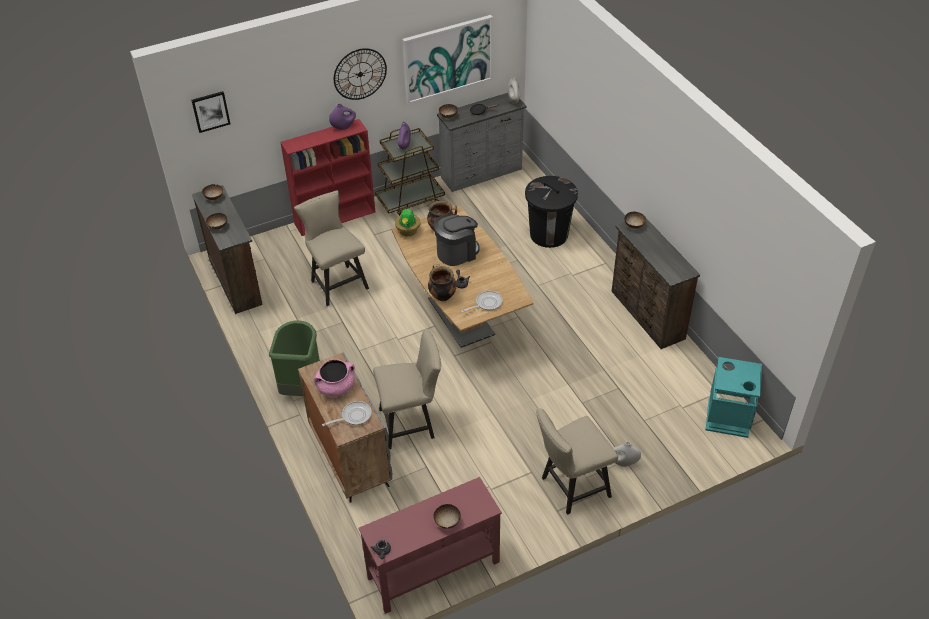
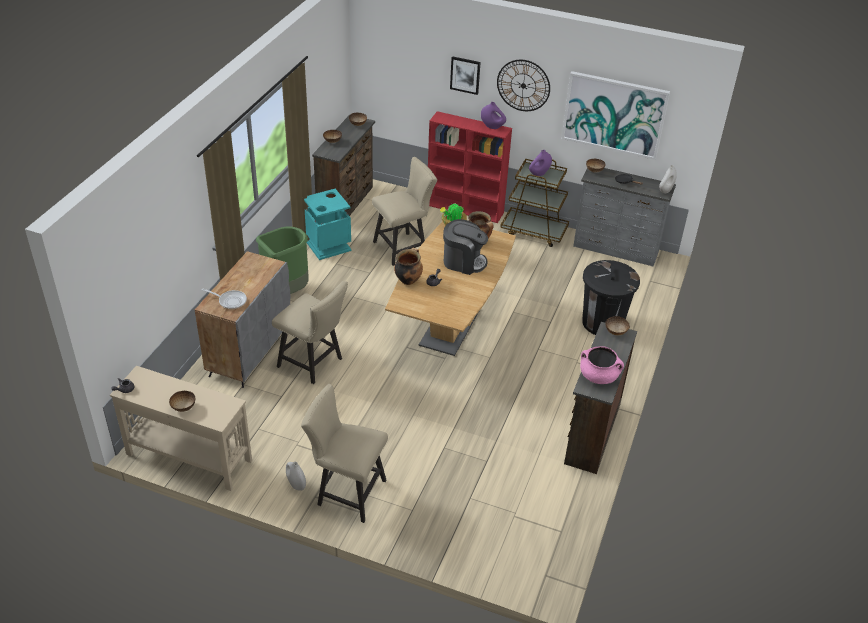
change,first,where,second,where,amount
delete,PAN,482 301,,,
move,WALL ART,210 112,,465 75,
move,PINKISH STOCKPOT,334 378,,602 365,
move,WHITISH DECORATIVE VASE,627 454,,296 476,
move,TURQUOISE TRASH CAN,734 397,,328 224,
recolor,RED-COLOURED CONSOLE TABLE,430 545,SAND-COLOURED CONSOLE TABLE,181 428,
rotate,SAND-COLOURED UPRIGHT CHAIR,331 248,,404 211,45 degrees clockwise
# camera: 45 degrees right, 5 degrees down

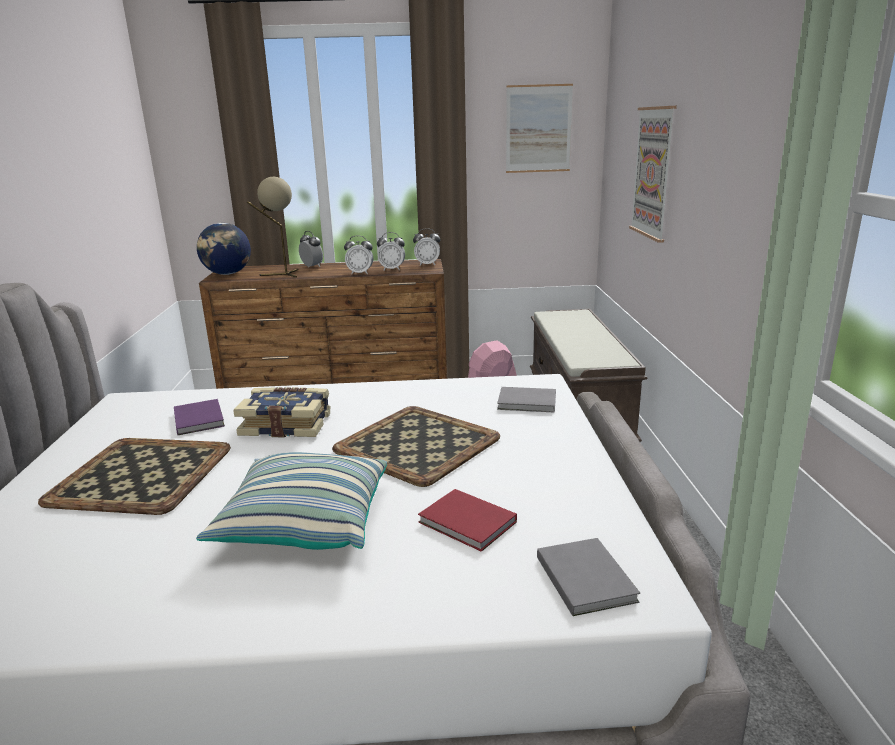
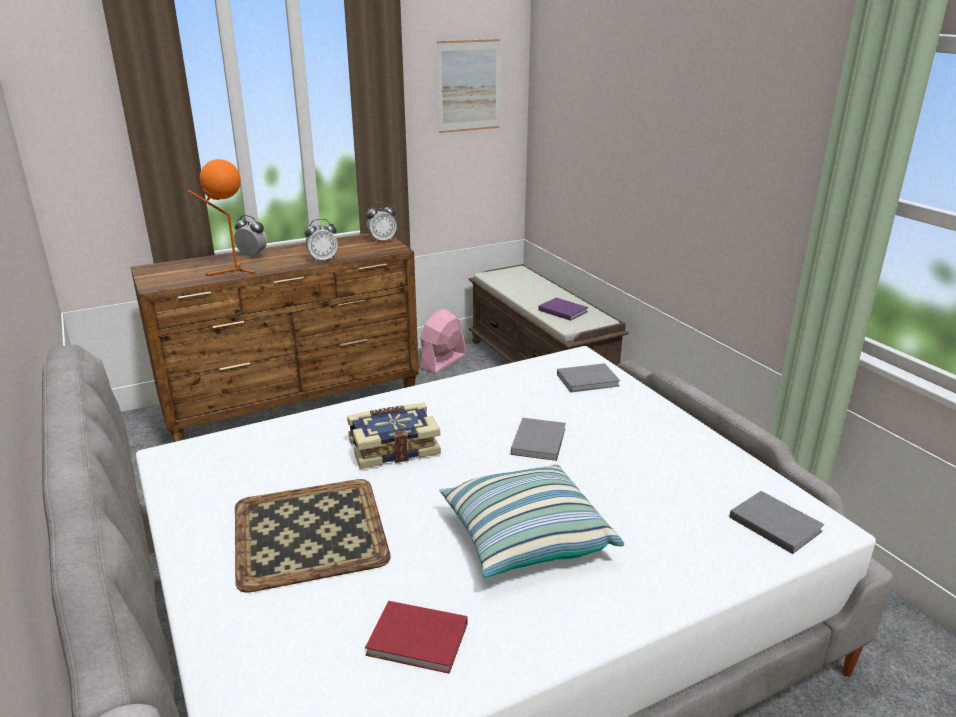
change,first,where,second,where,amount
delete,WORLD GLOBE,224 249,,,
delete,BEDSIDE CLOCK,391 251,,,
delete,WALL ART,653 174,,,
move,PURPLISH BOUND BOOK,199 417,,563 309,
move,RED-COLOURED BOUND BOOK,467 520,,416 637,
replace,TRAY,416 446,GREY BOUND BOOK,538 439,
recolor,SAND-COLOURED TABLE LAMP,272 227,ORANGE TABLE LAMP,222 217,
# camera: 25 degrees left, 5 degrees up

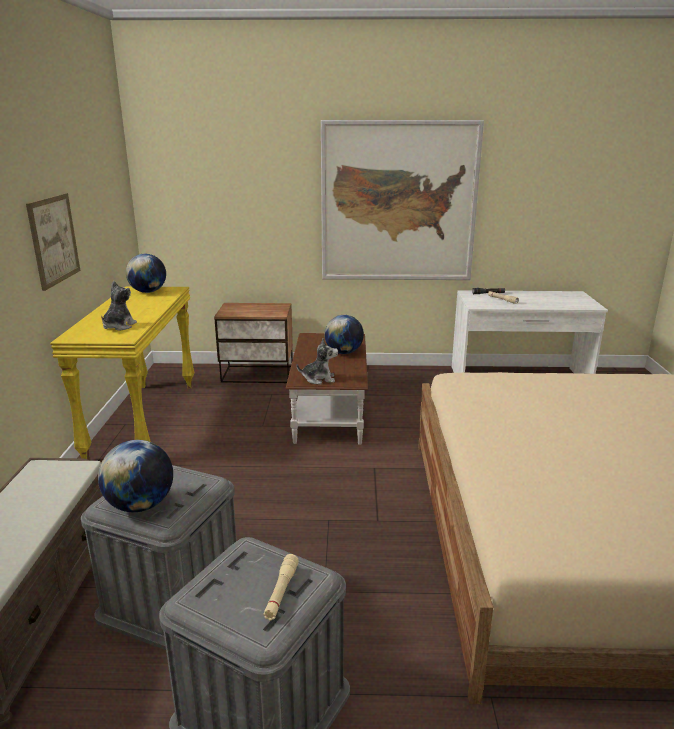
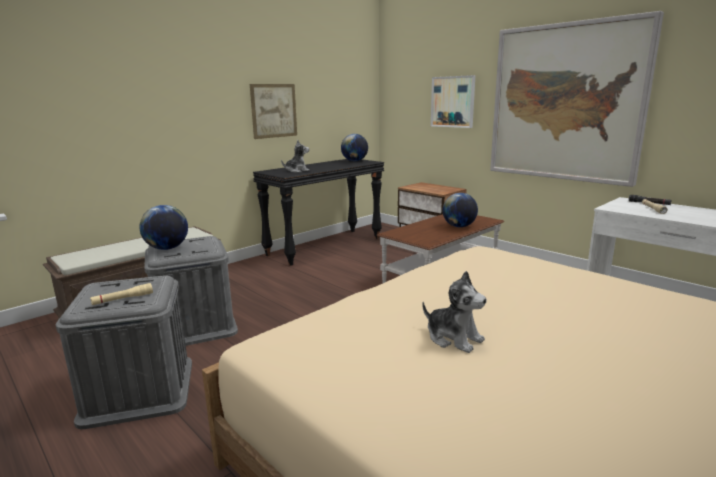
change,first,where,second,where,amount
insert,,,WALL ART,453 101,
move,CUDDLY TOY,317 361,,454 312,
recolor,YELLOWISH CONSOLE TABLE,122 373,BLACK CONSOLE TABLE,318 212,
# camera: 45 degrees right, 5 degrees down

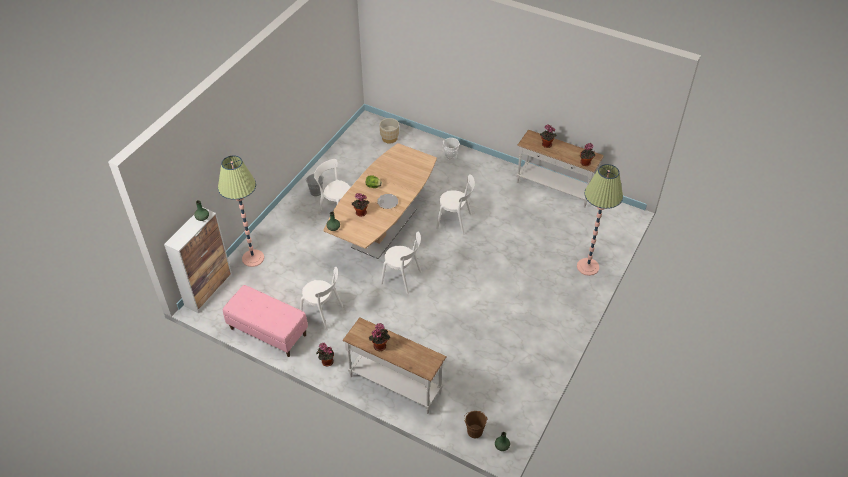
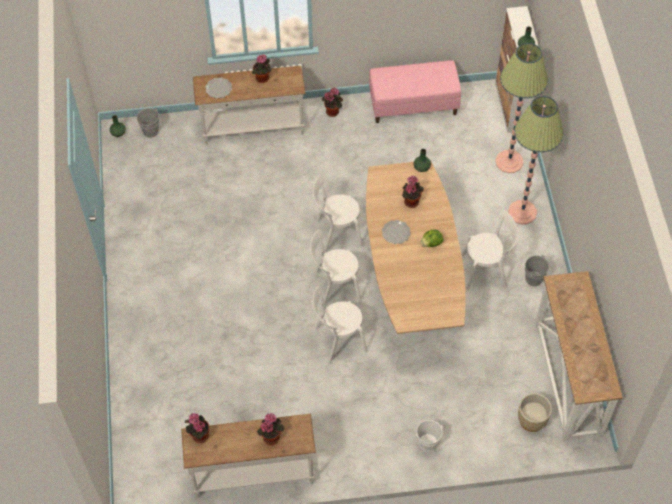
change,first,where,second,where,amount
insert,,,DINNER PLATE,218 87,
insert,,,CONSOLE TABLE,579 356,
move,WHITISH UPRIGHT CHAIR,321 299,,336 269,
move,STANDARD LAMP,600 220,,536 160,
recolor,BROWNISH BUCKET,476 424,GREY BUCKET,150 123,
# camera: 145 degrees right, 10 degrees up

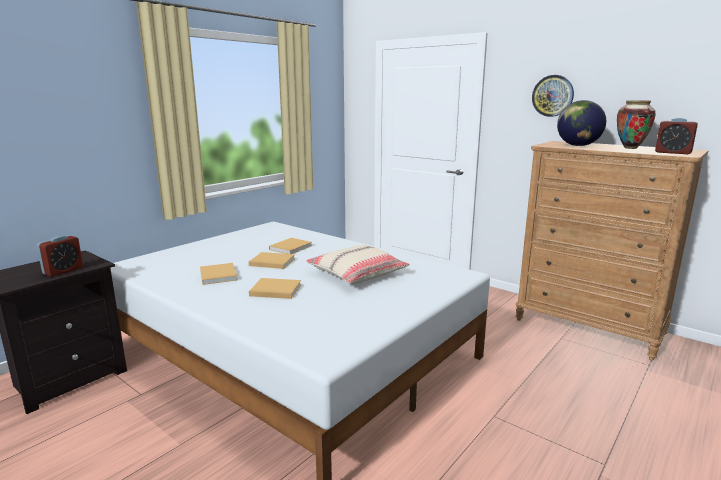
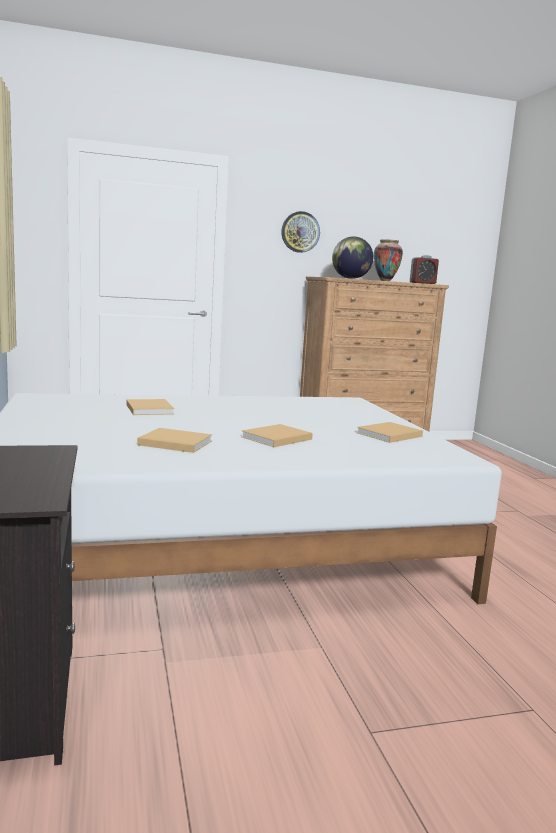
change,first,where,second,where,amount
delete,BEDSIDE CLOCK,59 256,,,
delete,SAND-COLOURED THROW PILLOW,358 264,,,
move,SAND-COLOURED BOUND BOOK,272 260,,389 432,
# camera: 55 degrees left, 5 degrees down

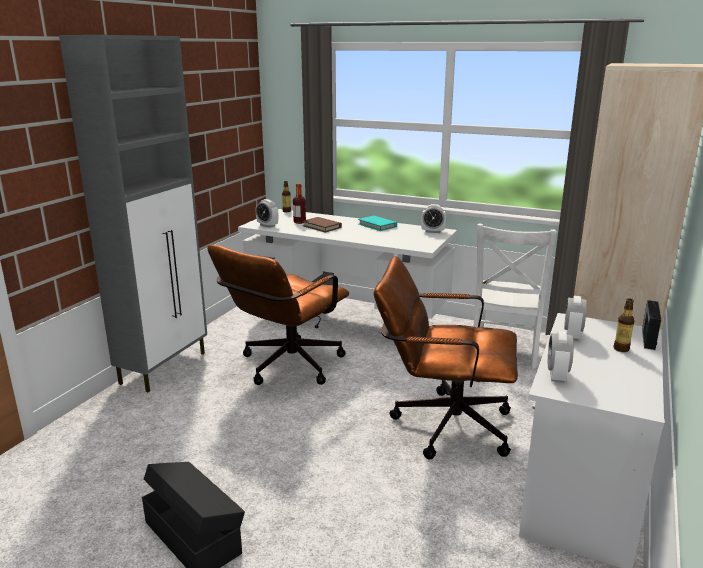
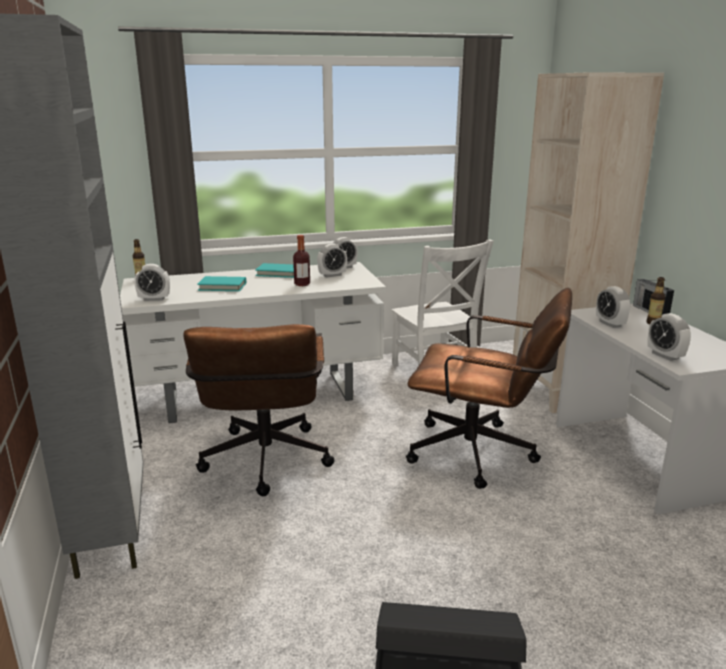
change,first,where,second,where,amount
insert,,,BEDSIDE CLOCK,332 261,
move,DRINK BOTTLE,299 203,,301 260,
recolor,BROWNISH BOUND BOOK,322 224,TURQUOISE BOUND BOOK,221 283,
rotate,BROWNISH OFFICE CHAIR,446 357,,489 388,135 degrees counterclockwise
# camera: 40 degrees left, 0 degrees up

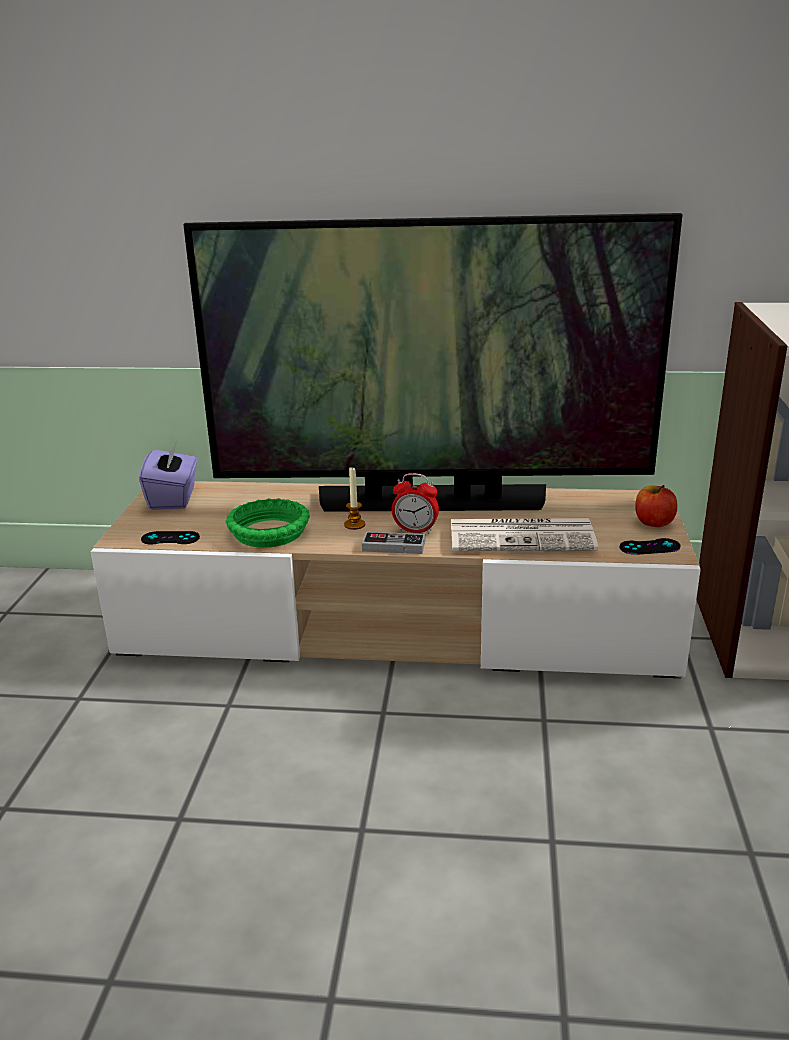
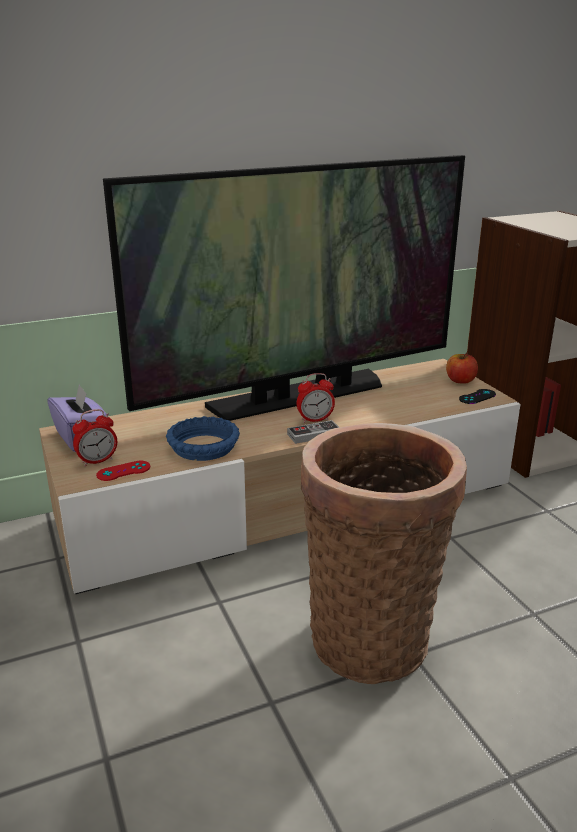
change,first,where,second,where,amount
delete,WAX LIGHT,354 498,,,
delete,PRINTED PAPER,524 534,,,
insert,,,BEDSIDE CLOCK,94 437,
insert,,,BASKET,384 553,
recolor,BLACK GAMEPAD,170 538,RED-COLOURED GAMEPAD,123 471,
recolor,GREEN BOWL,267 523,BLUISH BOWL,203 438,
# camera: 30 degrees left, 0 degrees up

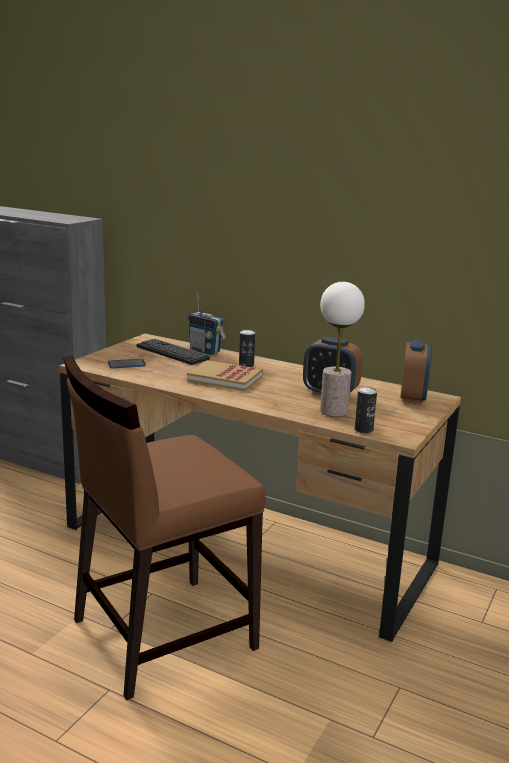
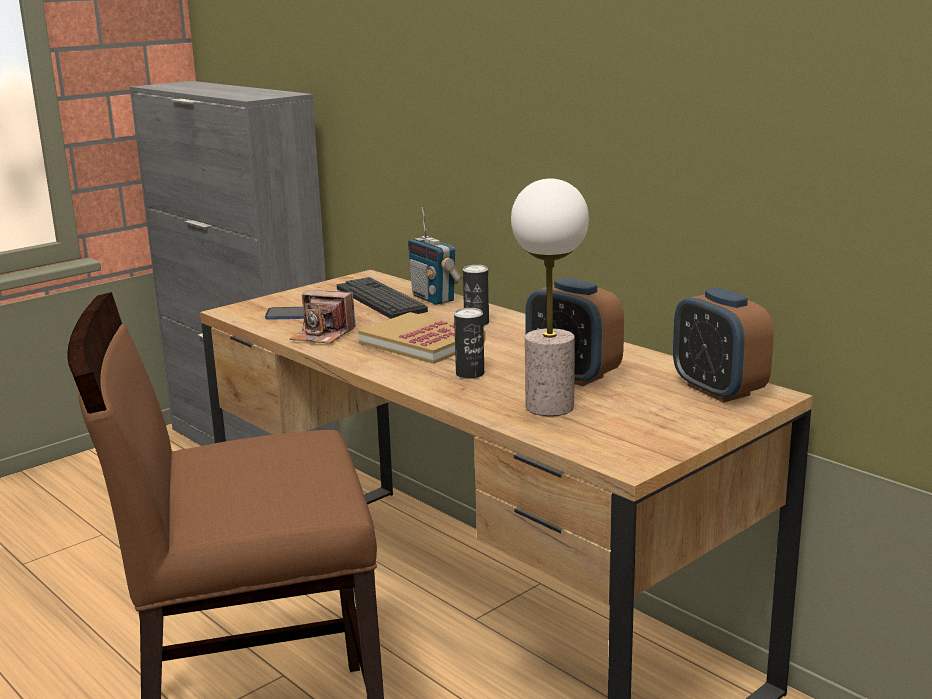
change,first,where,second,where,amount
insert,,,STILL CAMERA,322 317,
move,SEALED CAN,366 410,,469 343,
rotate,BEDSIDE CLOCK,416 371,,723 345,120 degrees clockwise
# camera: 20 degrees right, 0 degrees up

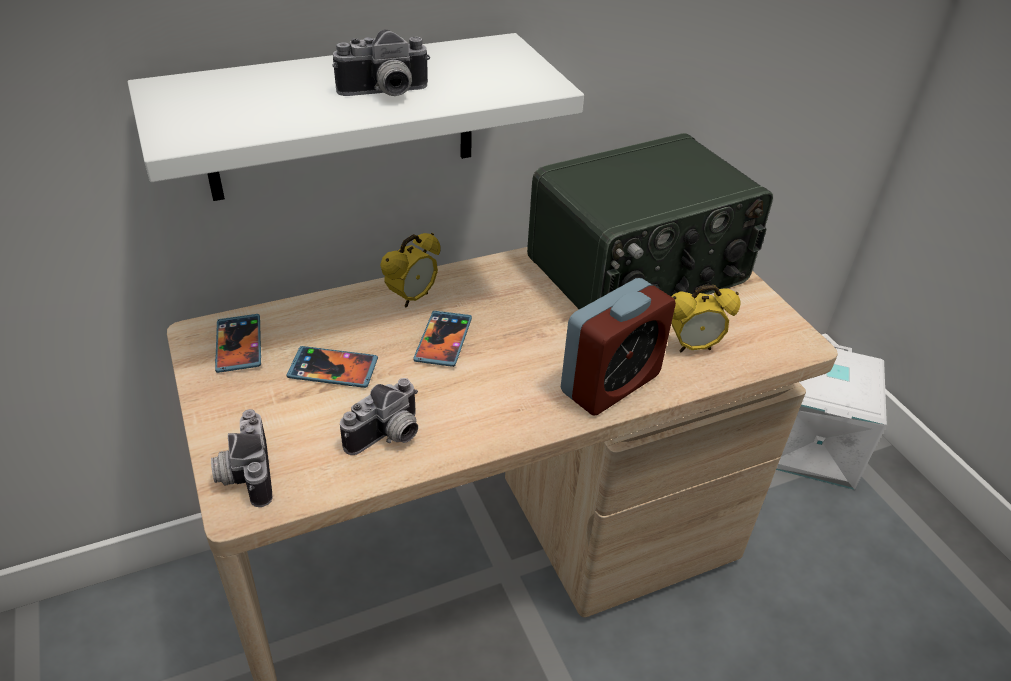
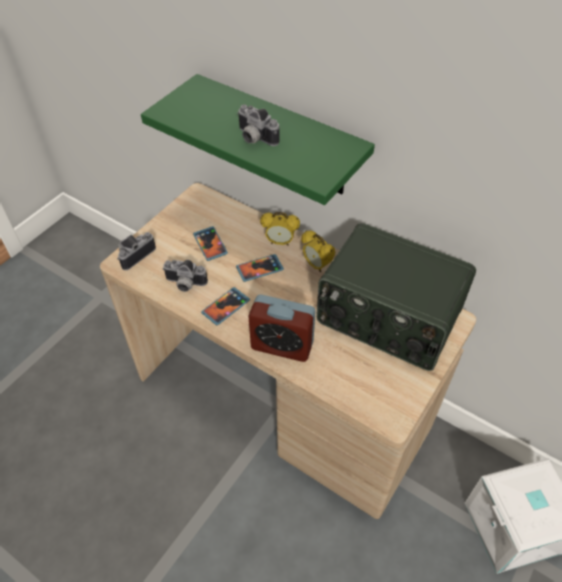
change,first,where,second,where,amount
move,PHONE,238 343,,225 306,
move,BEDSIDE CLOCK,705 318,,318 251,
recolor,WHITISH WALL SHELF,356 117,GREEN WALL SHELF,258 139,
# camera: 60 degrees right, 10 degrees up

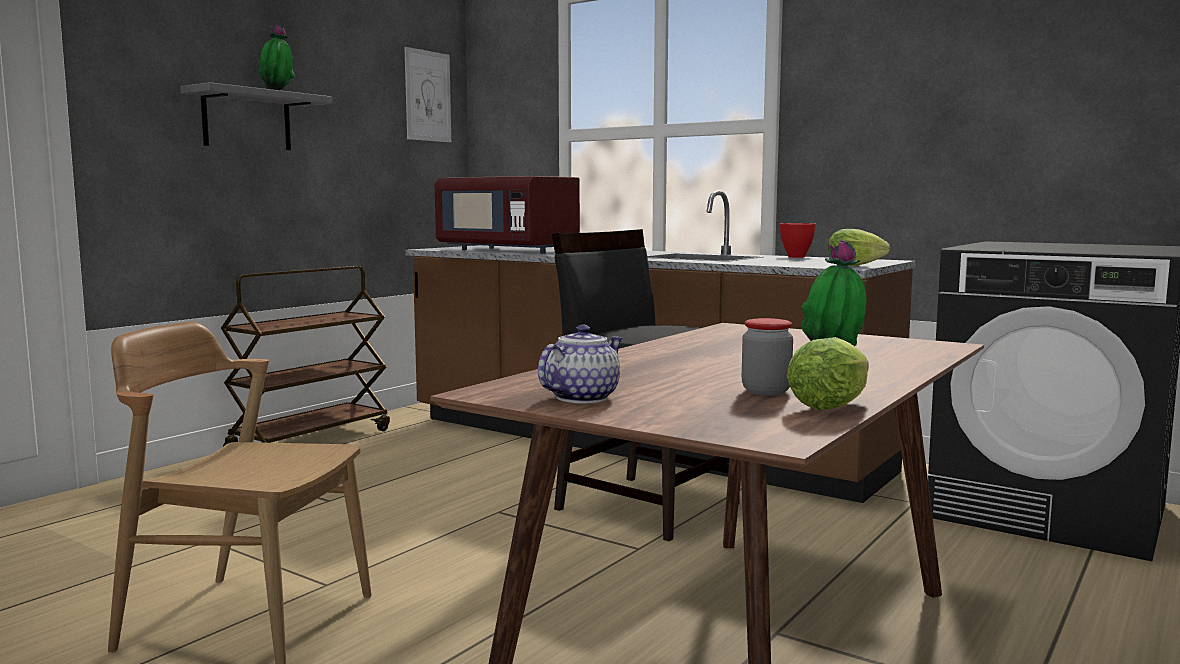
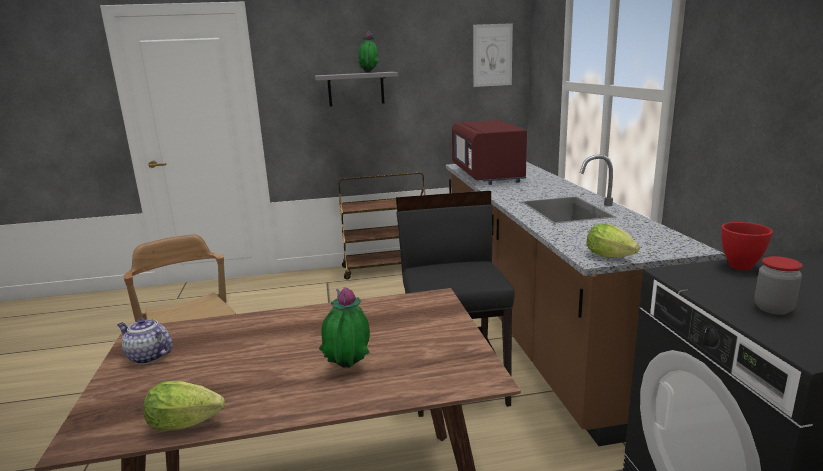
change,first,where,second,where,amount
move,PRESERVE JAR,767 356,,778 285,
move,RED-COLOURED BOWL,798 240,,747 246,
rotate,TEA POT,580 364,,145 341,150 degrees counterclockwise
# camera: 45 degrees right, 10 degrees up

